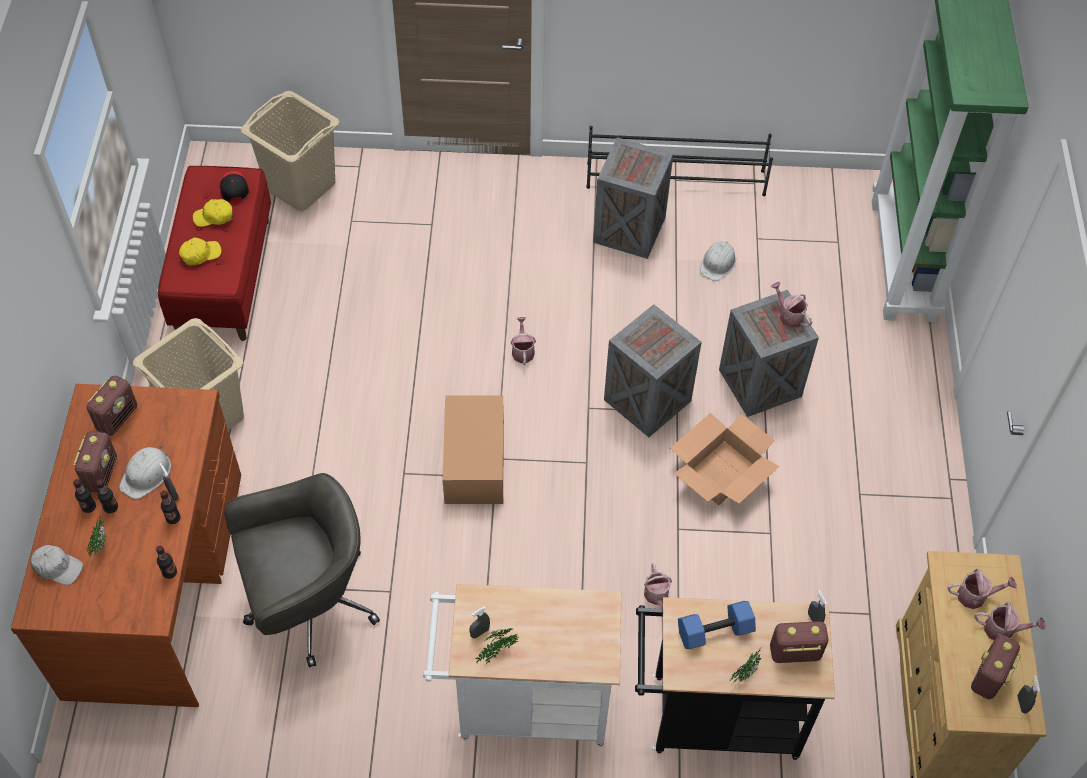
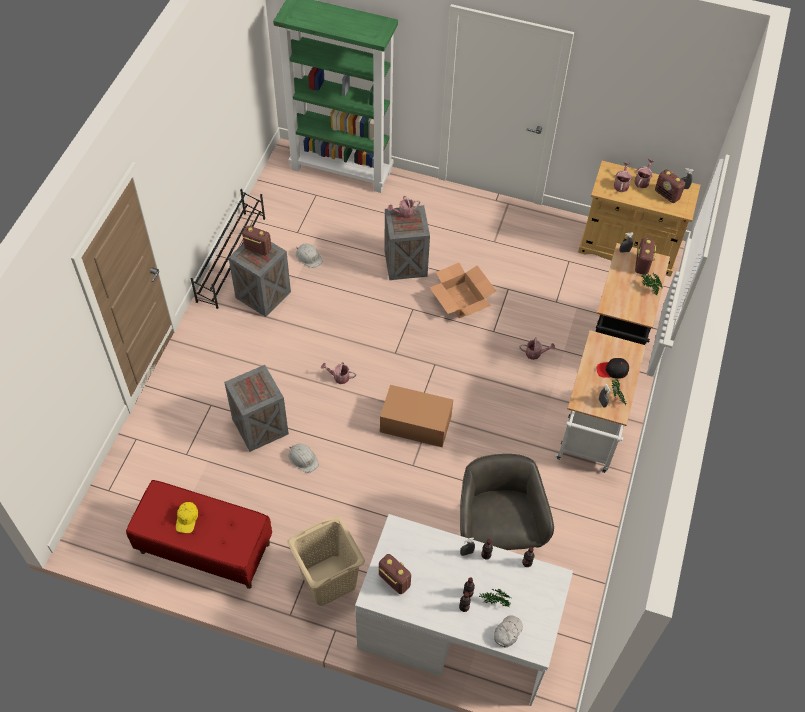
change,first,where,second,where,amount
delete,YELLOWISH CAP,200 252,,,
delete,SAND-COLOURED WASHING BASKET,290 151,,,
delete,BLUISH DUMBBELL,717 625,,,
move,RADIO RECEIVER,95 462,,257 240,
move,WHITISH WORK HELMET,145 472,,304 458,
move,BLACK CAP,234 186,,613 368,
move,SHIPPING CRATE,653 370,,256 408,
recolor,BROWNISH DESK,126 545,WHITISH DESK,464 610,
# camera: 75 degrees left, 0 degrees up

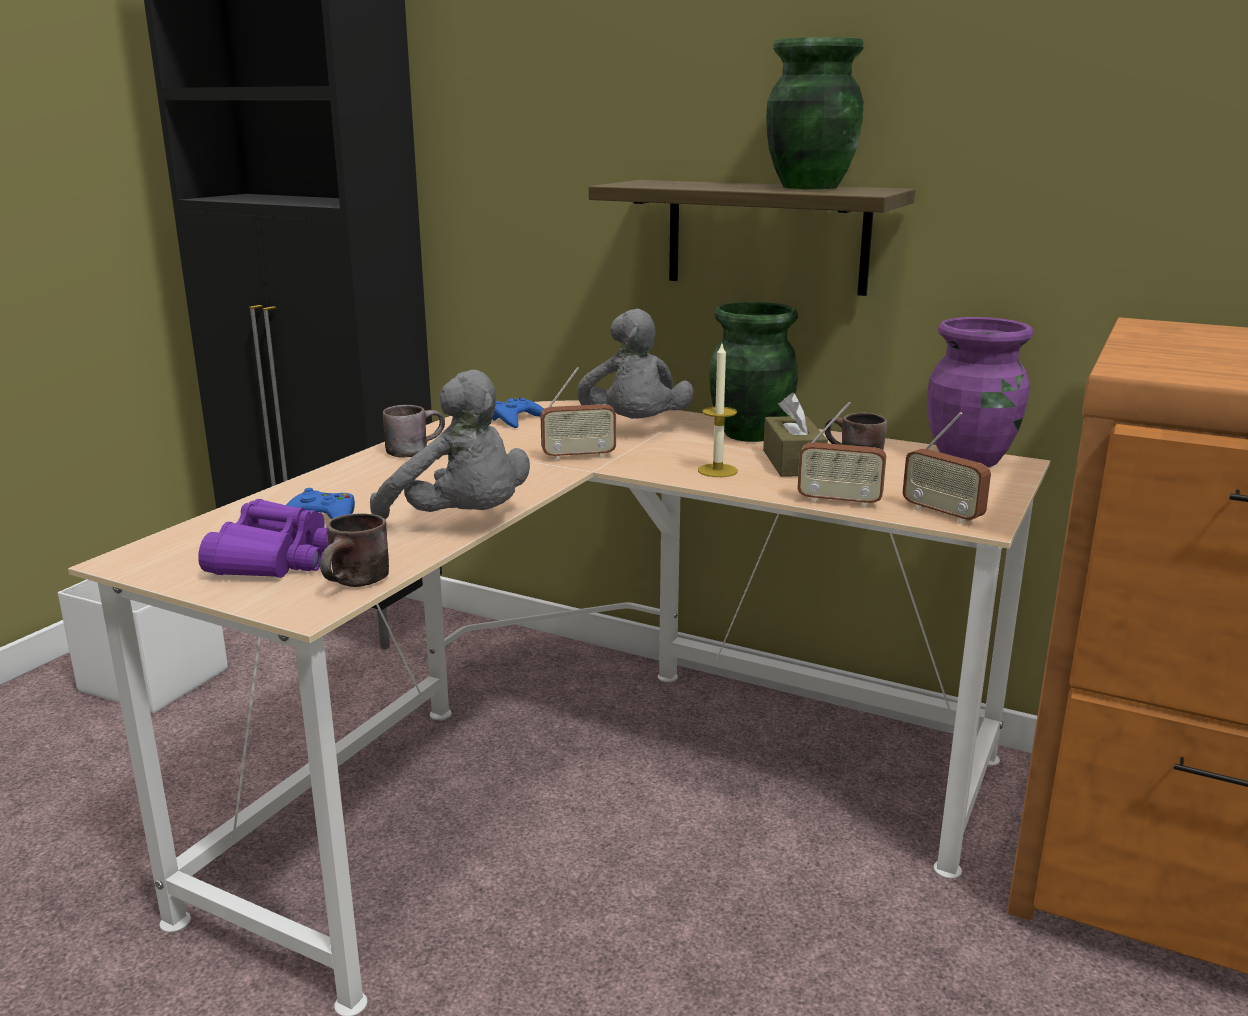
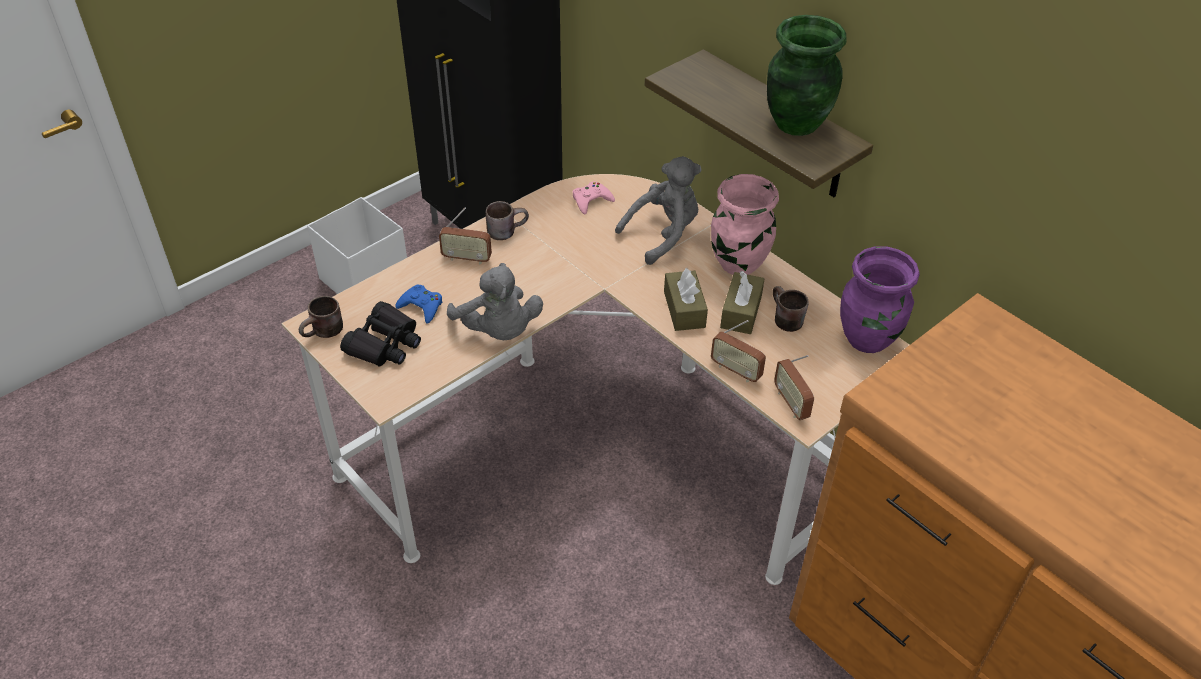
change,first,where,second,where,amount
move,BROWNISH MUG,354 550,,321 317,
move,RADIO RECEIVER,578 414,,465 236,
replace,WAX LIGHT,718 410,BROWNISH BOX OF TISSUES,686 299,
recolor,PURPLISH FIELD GLASSES,263 538,BLACK FIELD GLASSES,380 333,
recolor,BLUISH GAMEPAD,518 412,PINKISH GAMEPAD,594 198,
recolor,GREEN DECORATIVE VASE,753 372,PINKISH DECORATIVE VASE,745 224,
rotate,GREY CUDDLY TOY,635 364,,658 210,135 degrees counterclockwise
# camera: 20 degrees right, 25 degrees up

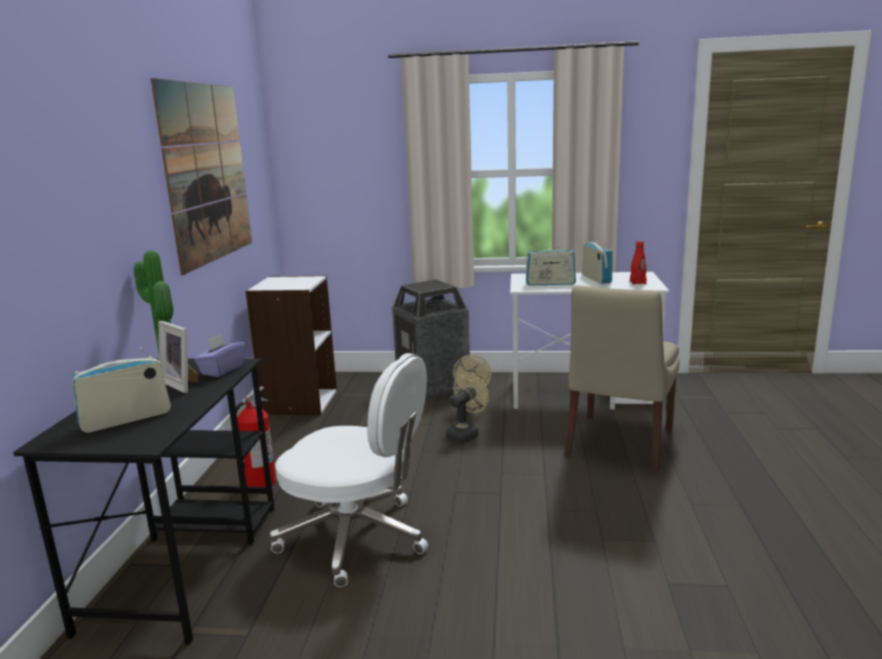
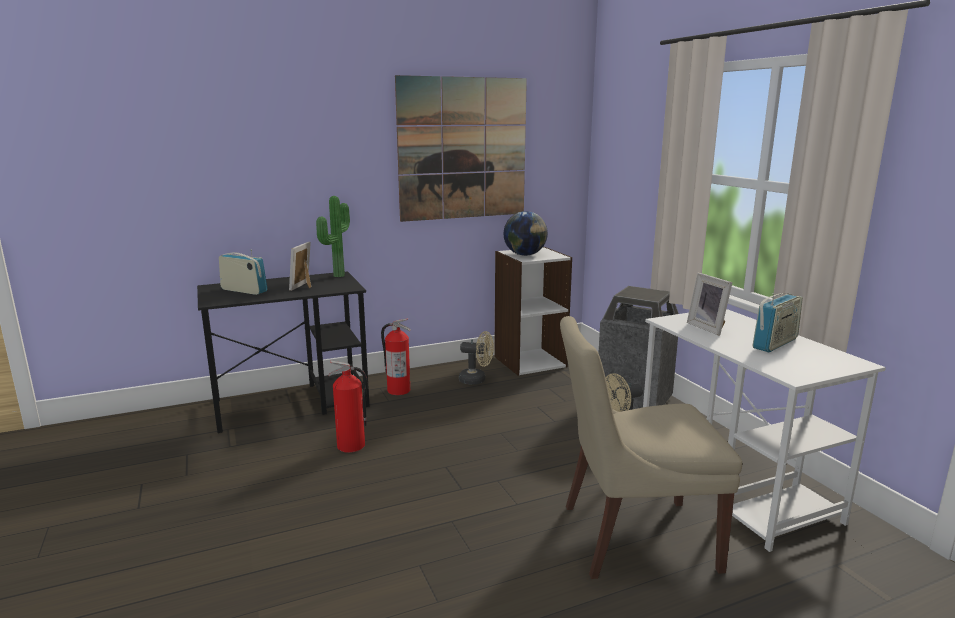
change,first,where,second,where,amount
delete,PURPLISH BOX OF TISSUES,219 355,,,
delete,RED-COLOURED DRINK BOTTLE,638 263,,,
insert,,,WORLD GLOBE,525 233,
move,SAND-COLOURED ELECTRIC FAN,467 407,,476 358,
replace,WHITISH OFFICE CHAIR,348 470,FIRE-FIGHTING CYLINDER,348 406,
replace,RADIO RECEIVER,551 264,STANDING FRAME,709 304,
# camera: 60 degrees right, 0 degrees up

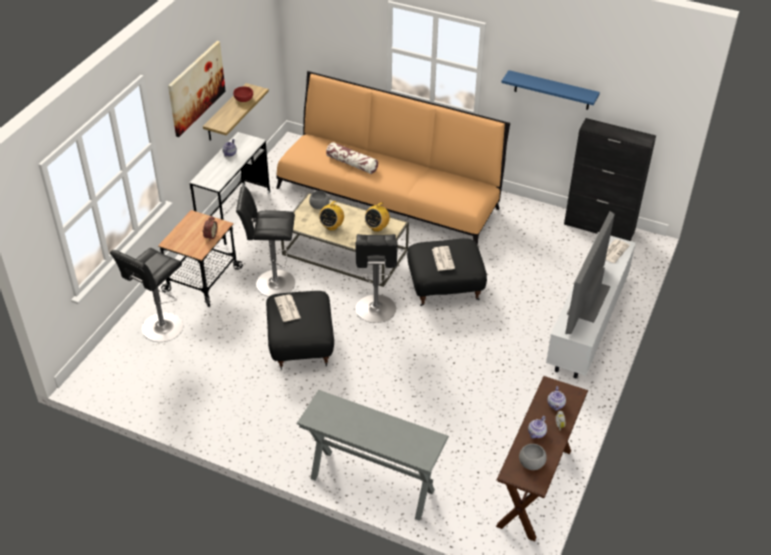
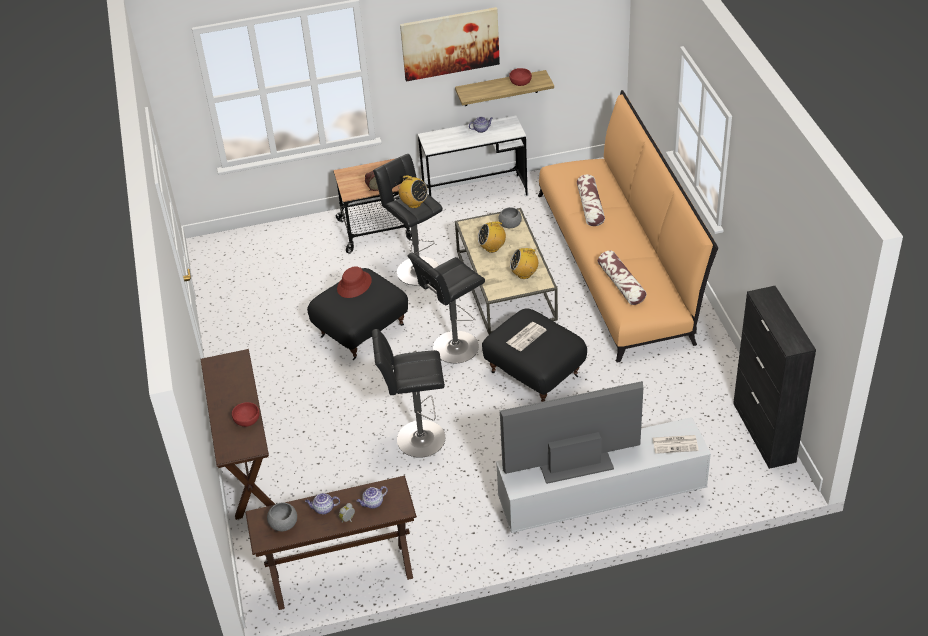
change,first,where,second,where,amount
delete,BLUISH WALL SHELF,550 90,,,
insert,,,RED-COLOURED BOWL,246 414,
insert,,,RADIO RECEIVER,412 191,
insert,,,THROW PILLOW,622 277,
move,BLACK SITTING STOOL,146 295,,408 393,
replace,PRINTED PAPER,287 308,RED-COLOURED CLOTHING HAT,354 282,
recolor,GREY CONSOLE TABLE,372 455,BROWNISH CONSOLE TABLE,238 434,
# camera: 55 degrees right, 0 degrees up

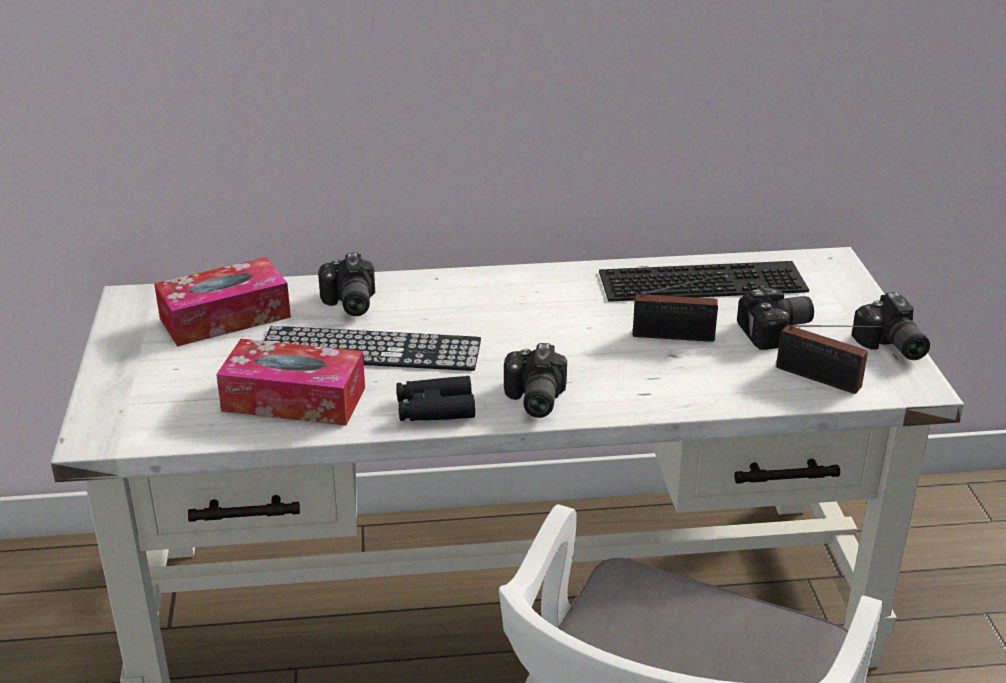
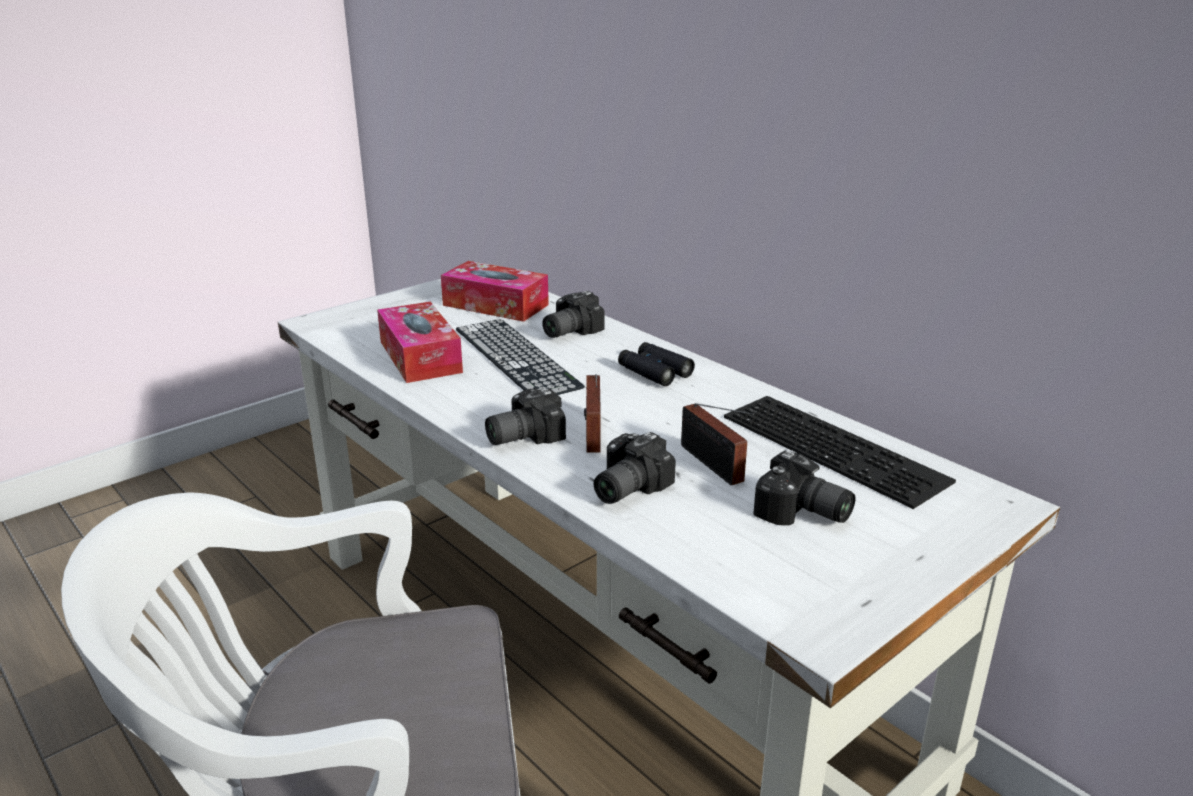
change,first,where,second,where,amount
move,BLACK FIELD GLASSES,435 398,,656 364,
move,RADIO RECEIVER,829 359,,592 413,
move,STILL CAMERA,891 326,,635 468,
# camera: 55 degrees right, 5 degrees down

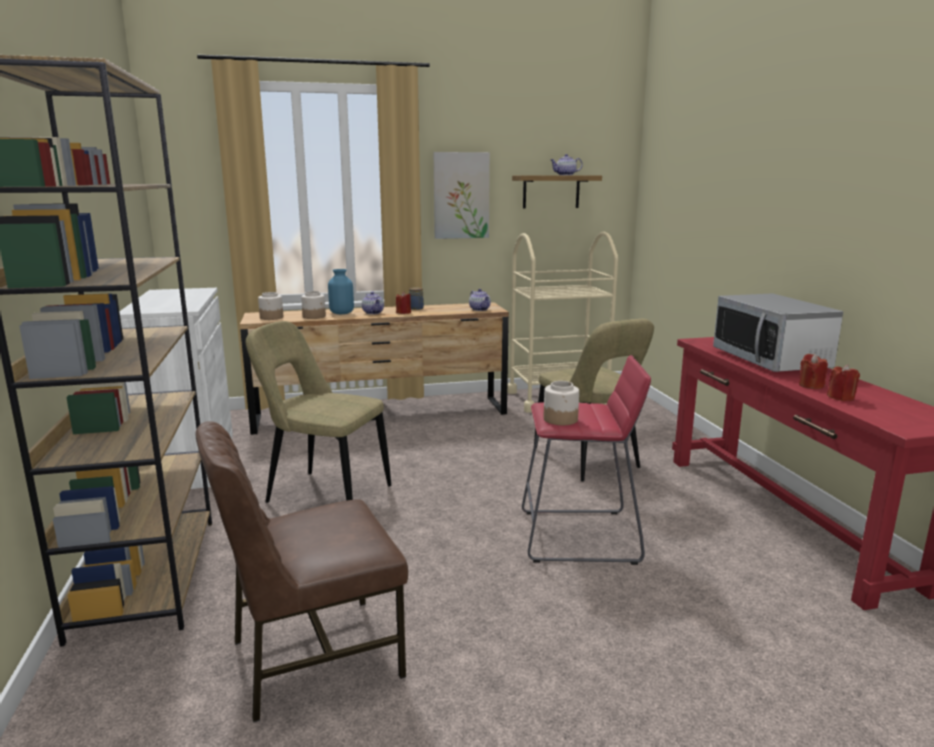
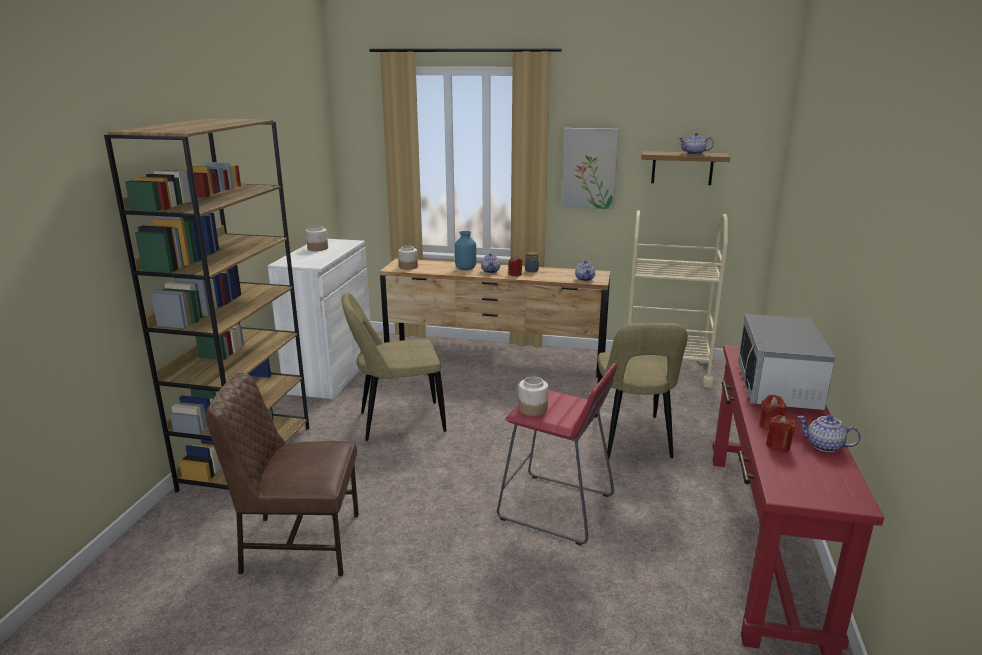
change,first,where,second,where,amount
insert,,,TEA POT,829 433,
move,PRESERVE JAR,313 305,,317 238,
rotate,SAND-COLOURED UPRIGHT CHAIR,318 412,,394 367,60 degrees counterclockwise
# camera: 25 degrees right, 5 degrees up

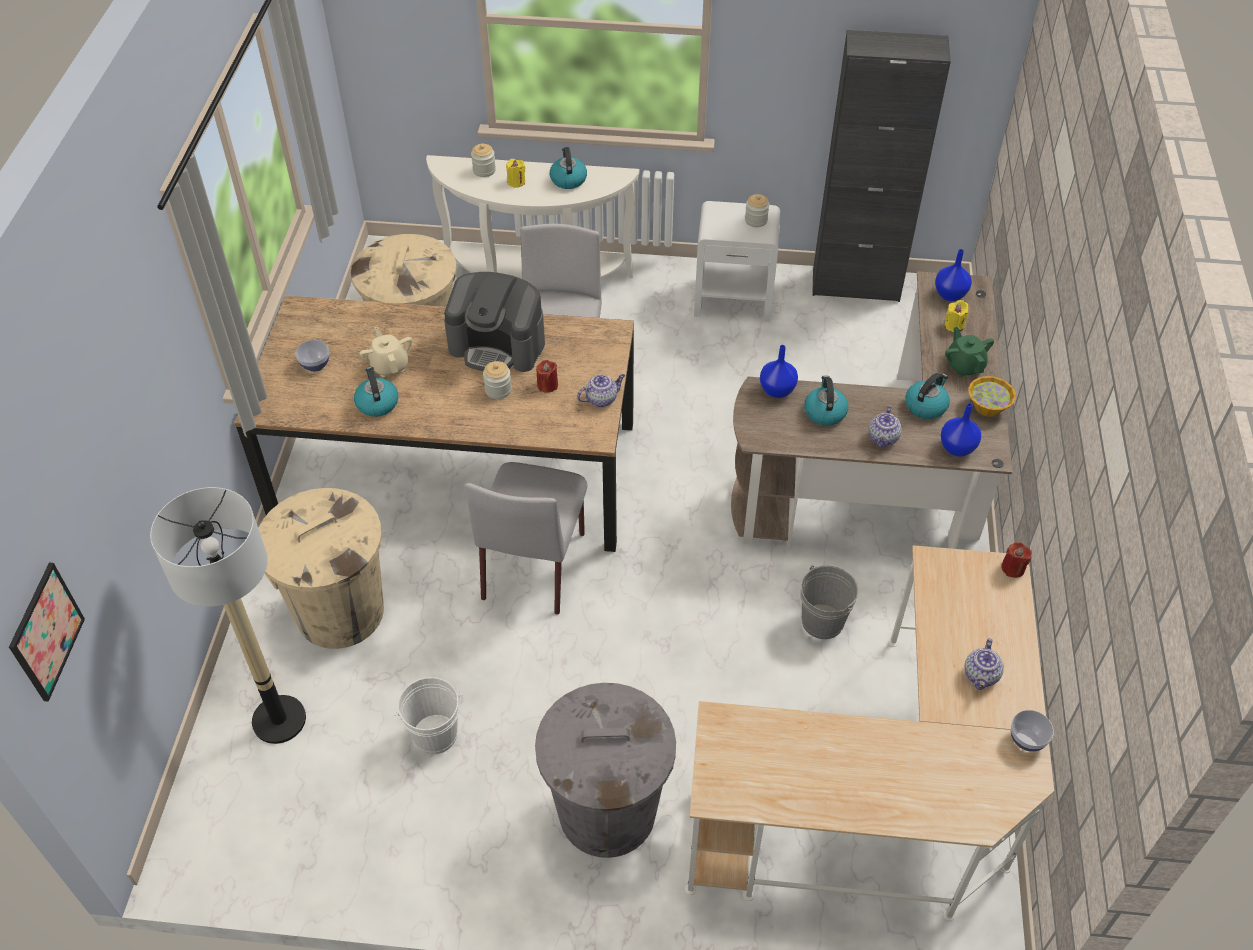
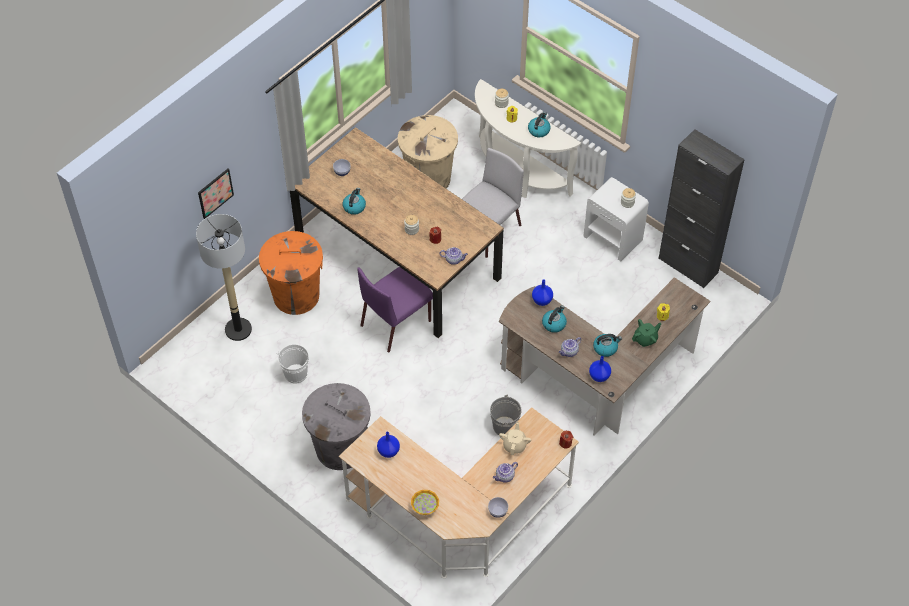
change,first,where,second,where,amount
delete,COFFEE MACHINE,494 322,,,
move,WALL ART,47 632,,216 194,
move,SAND-COLOURED TEA POT,385 352,,515 438,
move,BLUISH DECORATIVE VASE,953 275,,388 445,
move,BOWL,992 396,,425 502,
recolor,SAND-COLOURED TRASH CAN,321 568,ORANGE TRASH CAN,291 273,
recolor,GREY UPRIGHT CHAIR,526 538,PURPLISH UPRIGHT CHAIR,395 309,
rotate,GREEN TEA POT,969 352,,646 333,45 degrees clockwise
# camera: 35 degrees right, 5 degrees up

